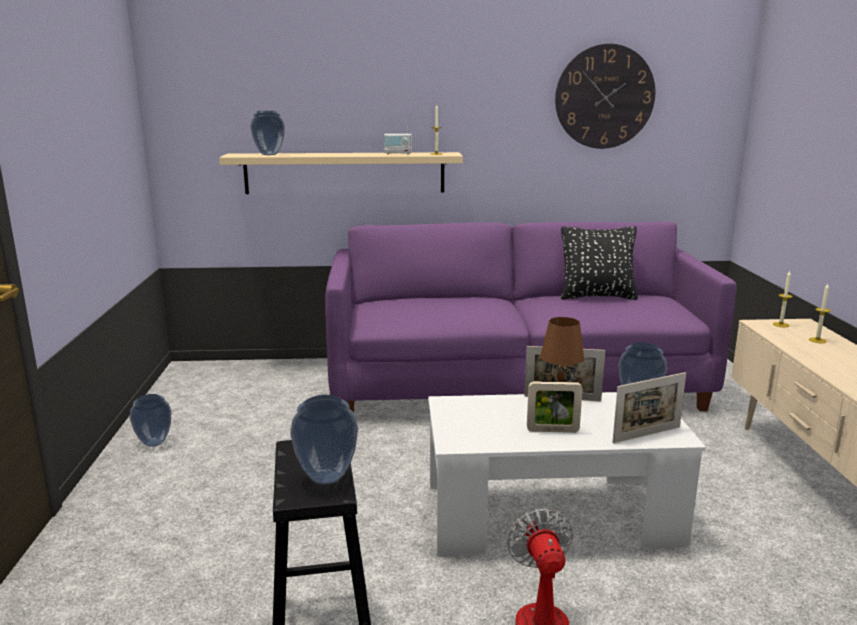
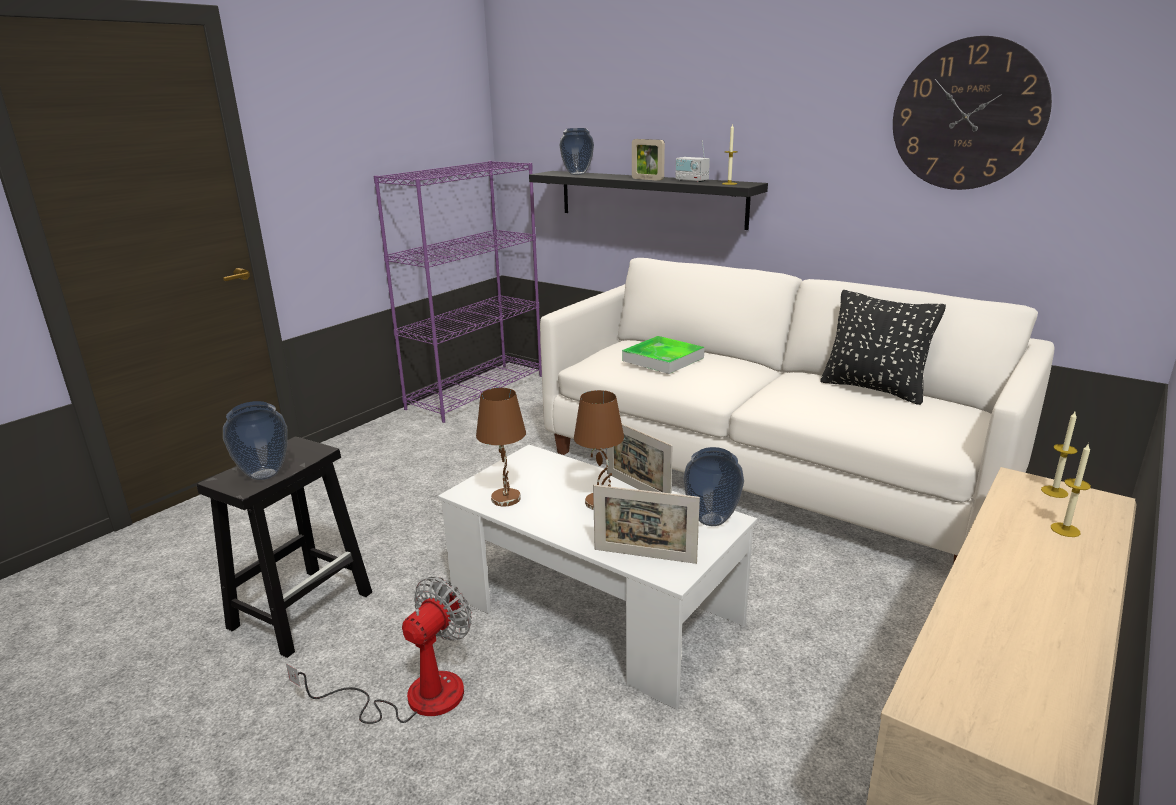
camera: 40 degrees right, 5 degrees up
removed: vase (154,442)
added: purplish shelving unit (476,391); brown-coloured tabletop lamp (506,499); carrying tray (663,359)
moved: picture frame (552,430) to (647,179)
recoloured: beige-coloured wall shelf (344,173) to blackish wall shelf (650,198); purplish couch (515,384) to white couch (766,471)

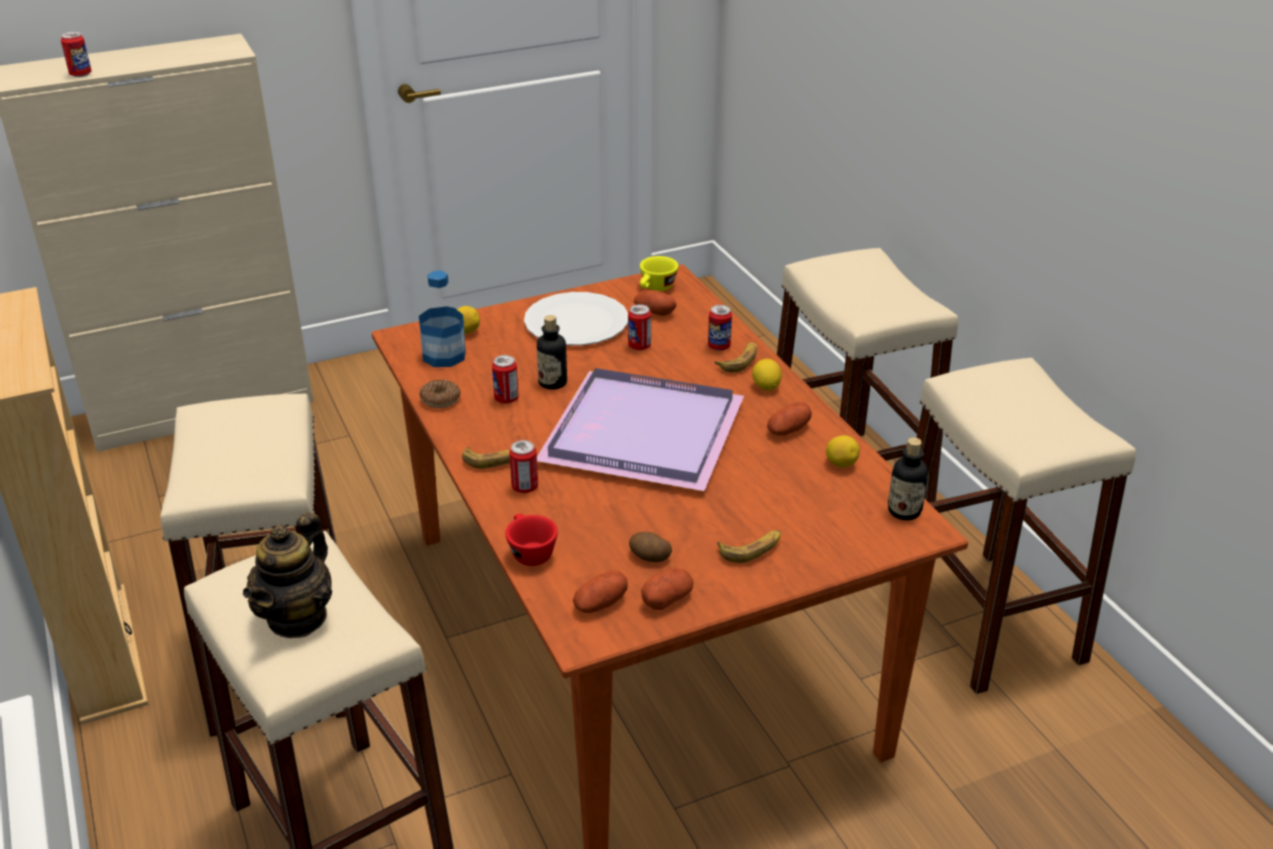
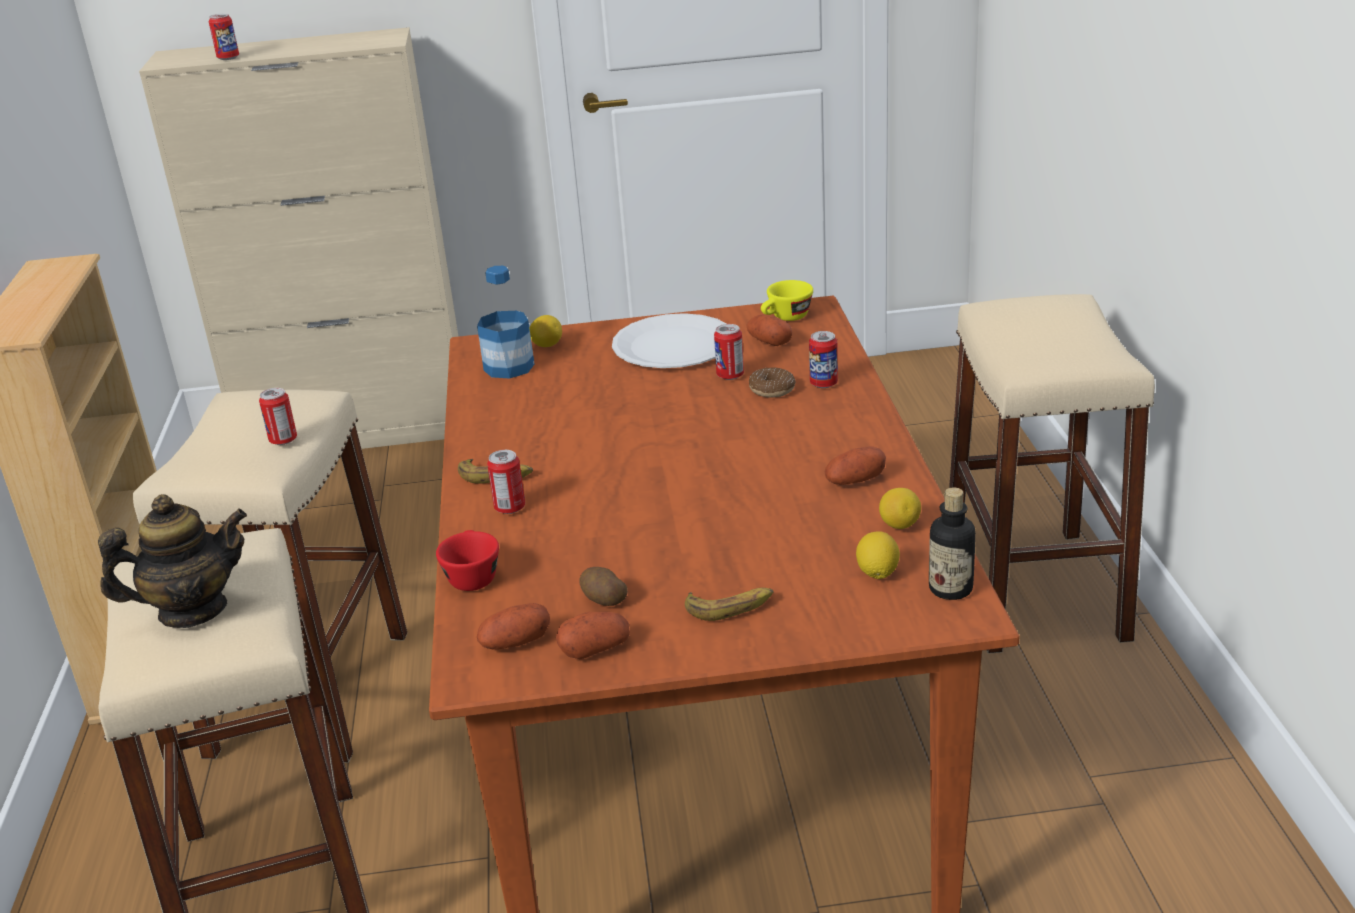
camera: 20 degrees right, 5 degrees down
removed: bottle (552,382); purplish carrying tray (640,431); banana fruit (739,361); beige-coloured stool seat (984,620)
moved: doughnut (440,399) to (772,389); metal can (506,399) to (283,440); citrus fruit (766,387) to (877,573)
turned: pot for tea (297,617) = (192,610) 150 degrees counterclockwise

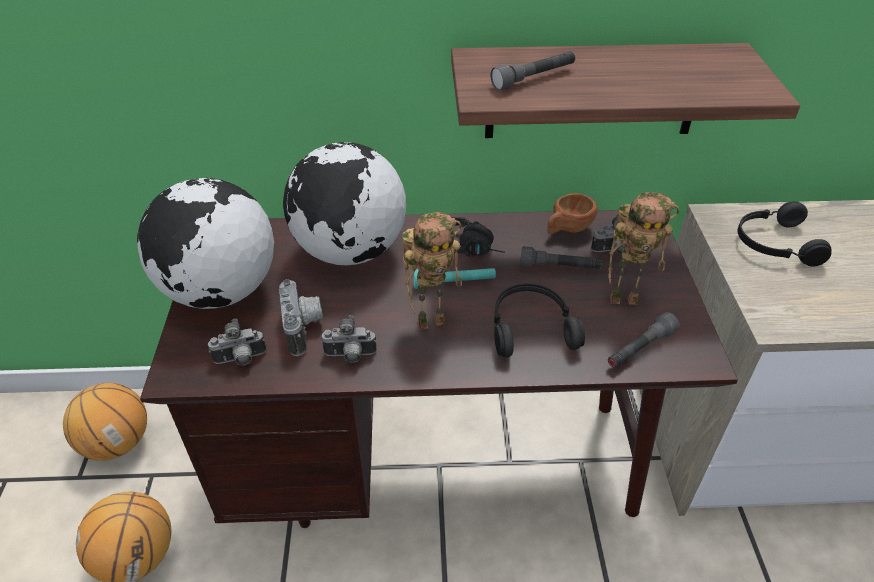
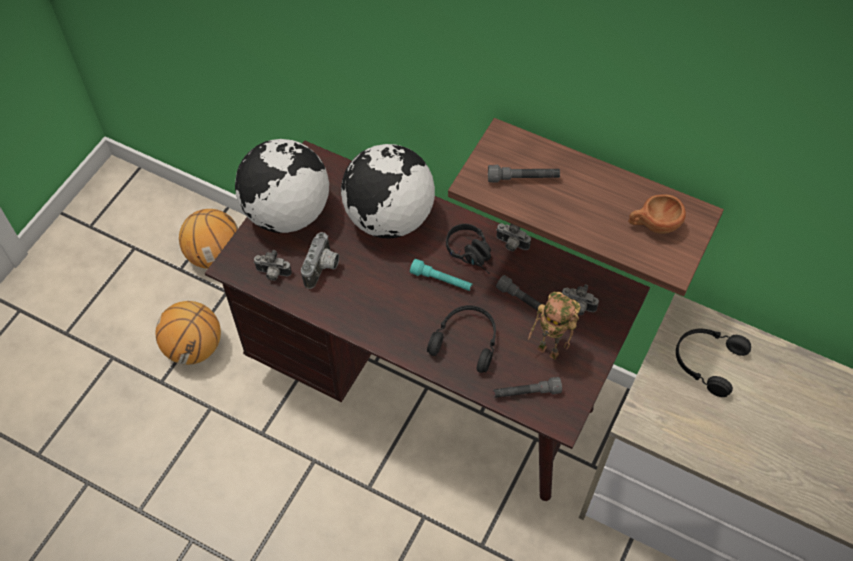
camera: 30 degrees right, 15 degrees up
removed: toy robot (432,320)
moved: photo camera (350,356) to (511,245); brown-coloured drinking cup (567,229) to (653,225)

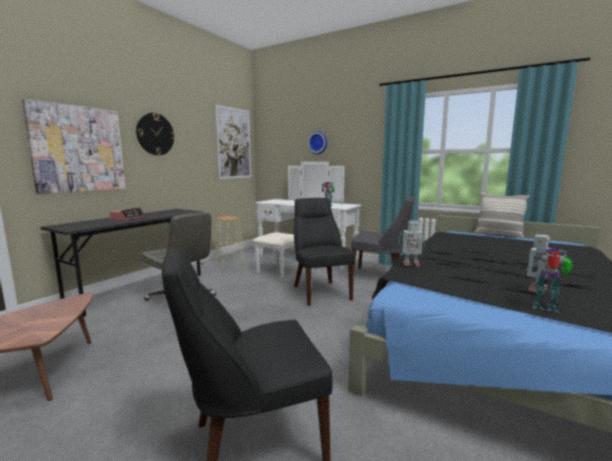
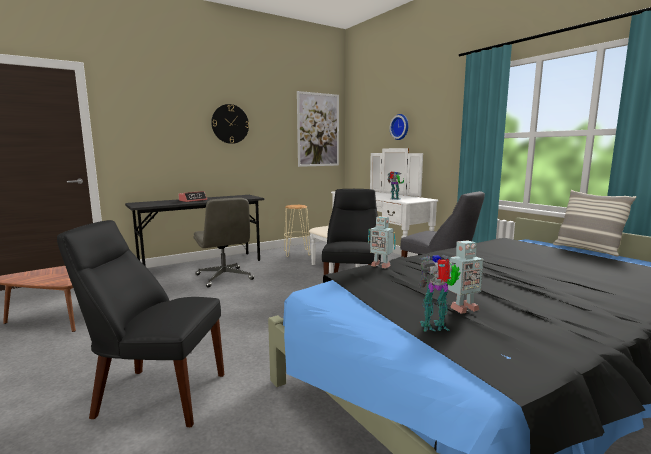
camera: 25 degrees right, 0 degrees up
removed: wall art (78,149)
turned: toy robot (546,308) = (435,327) 60 degrees counterclockwise

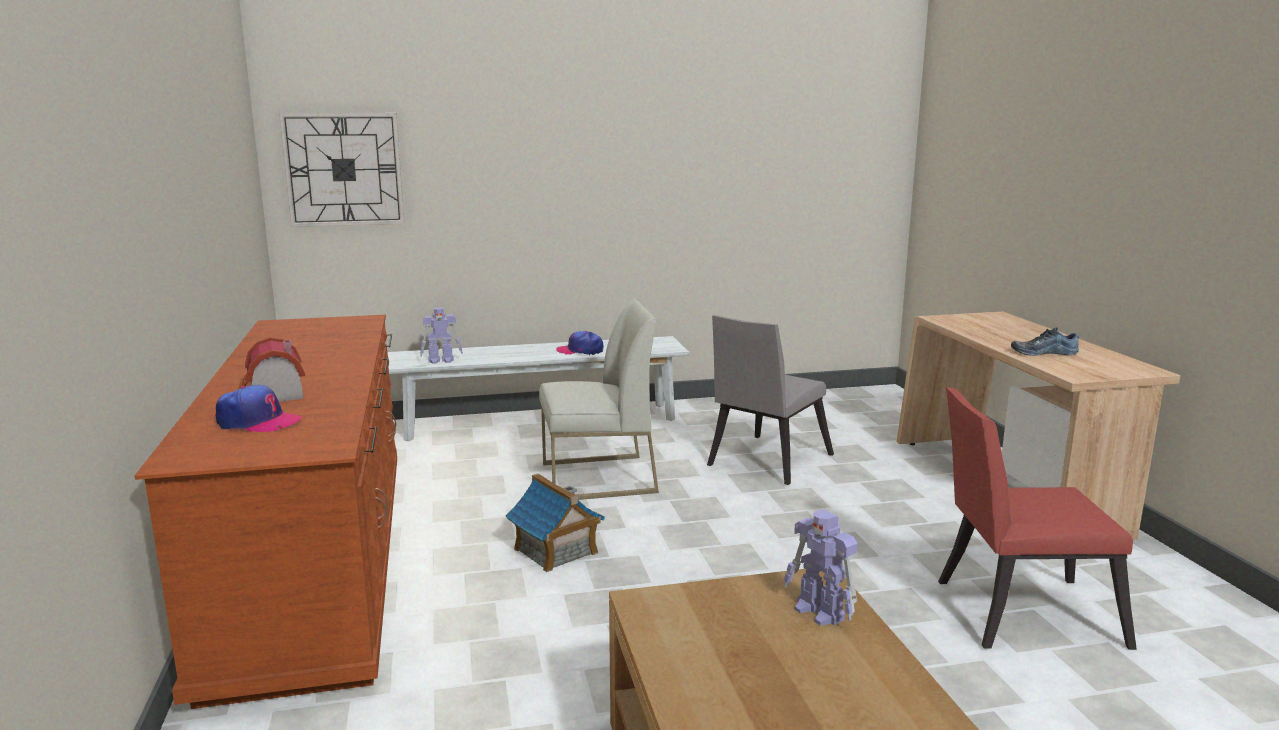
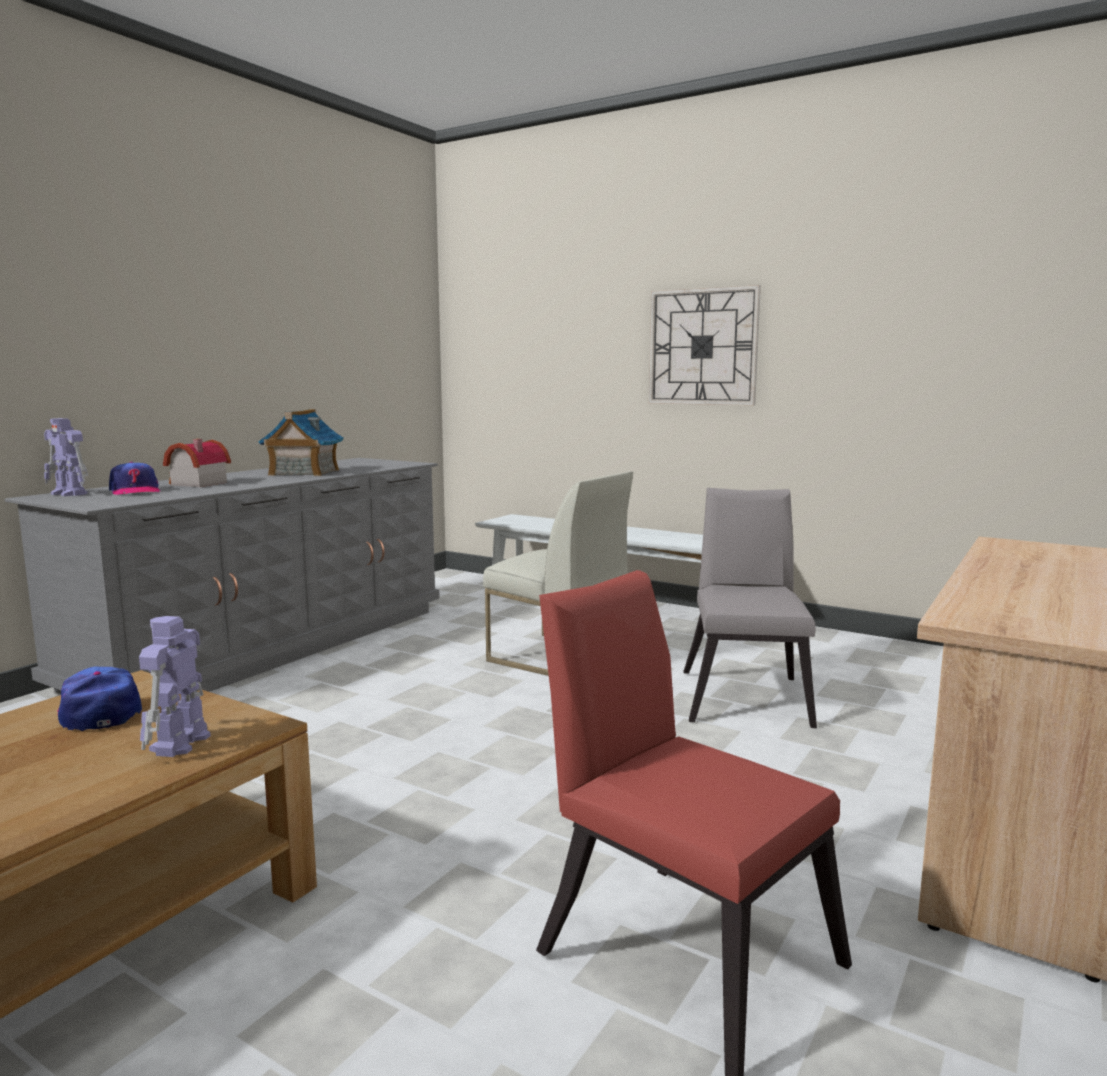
camera: 45 degrees right, 5 degrees down
removed: low shoe (1043,352)
moved: hanging clock (343,169) to (703,347); toy robot (442,360) to (69,494); toy house (556,551) to (303,472); peaked cap (580,351) to (99,711)
recoloured: brown-coloured chest of drawers (317,565) to grey chest of drawers (268,646)
turned: grey plain chair (765,462) = (746,694) 105 degrees clockwise

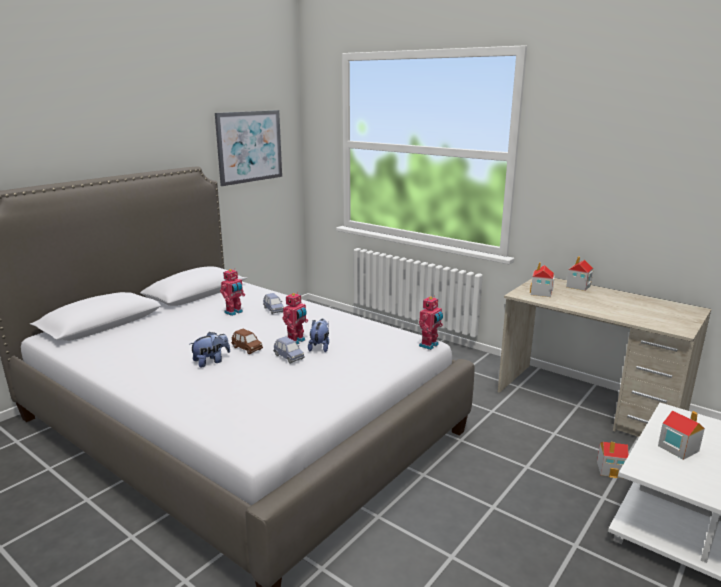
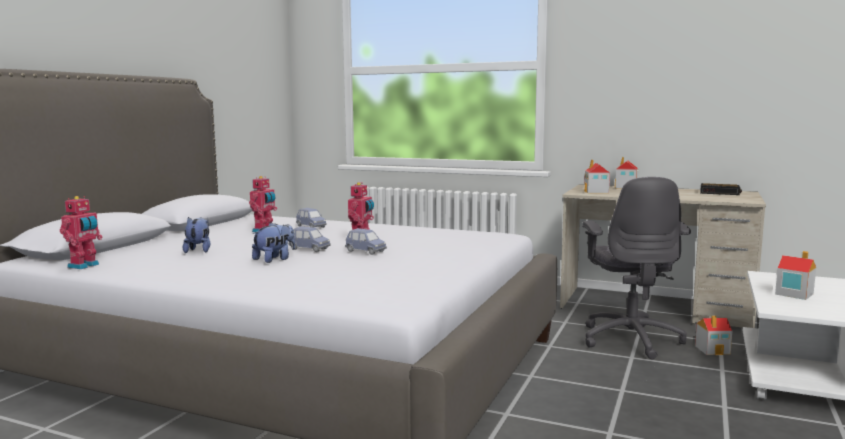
camera: 15 degrees left, 10 degrees down
removed: wall art (249,146)
added: grey desk chair (630,339); bedside clock (720,193)
moved: cuddly toy (320,347) to (199,250); toy robot (430,345) to (84,266)
recoloured: brown-coloured miniature car (247,348) to blue miniature car (309,249)

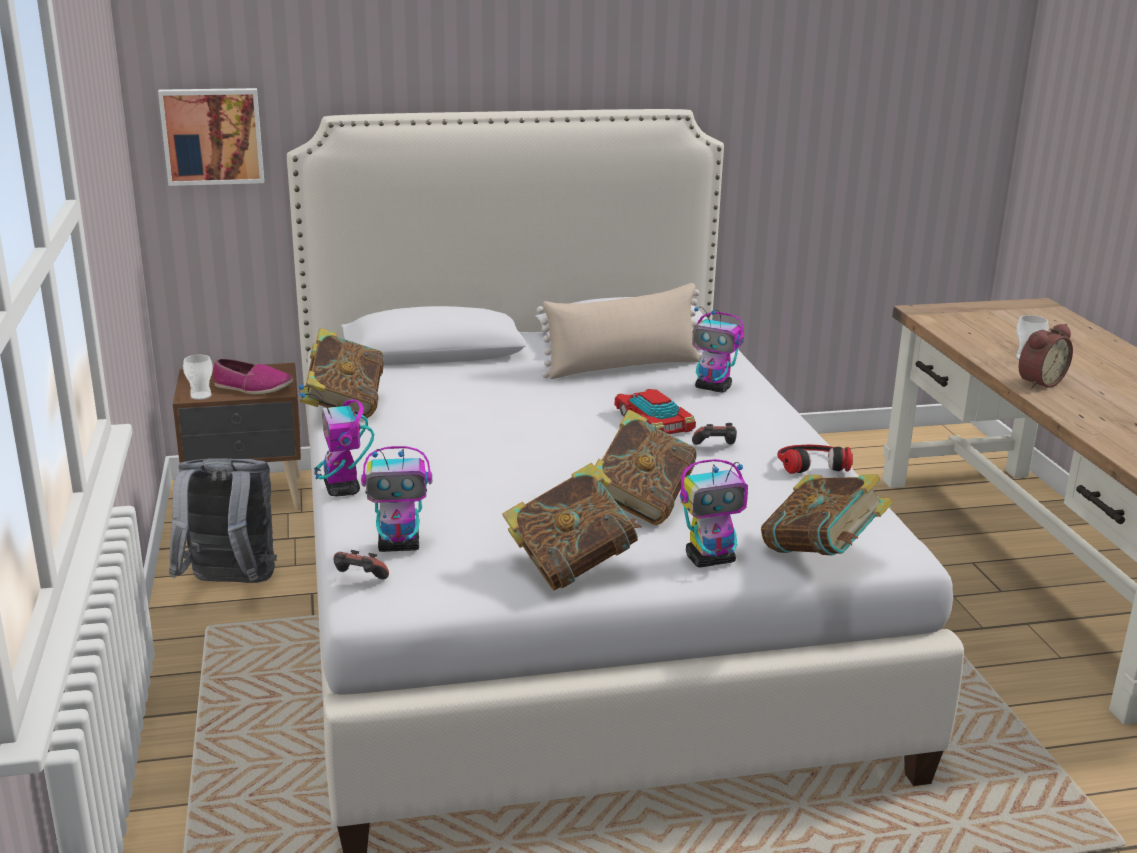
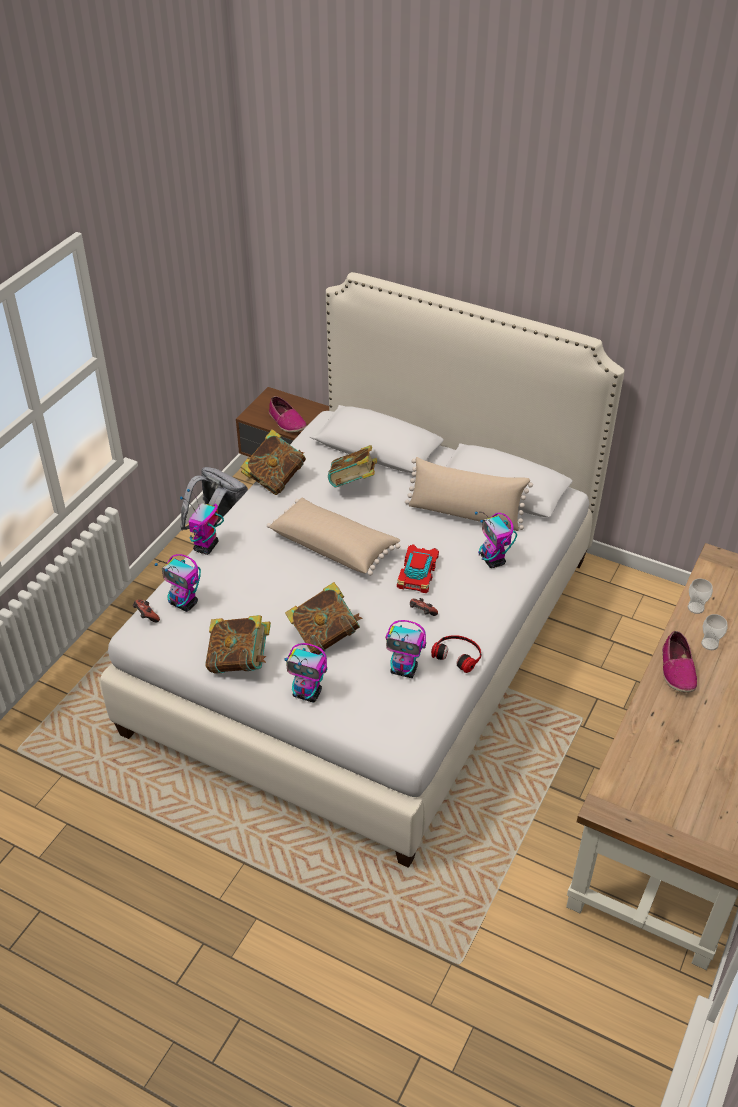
camera: 40 degrees right, 20 degrees up
removed: wall art (212,136)
added: beige-coloured throw pillow (334,546); toy robot (404,670)
moved: drinking cup (201,396) to (695,608); bound book (821,555) to (353,484)
replaced: bedside clock (1038,382) to low shoe (677,669)

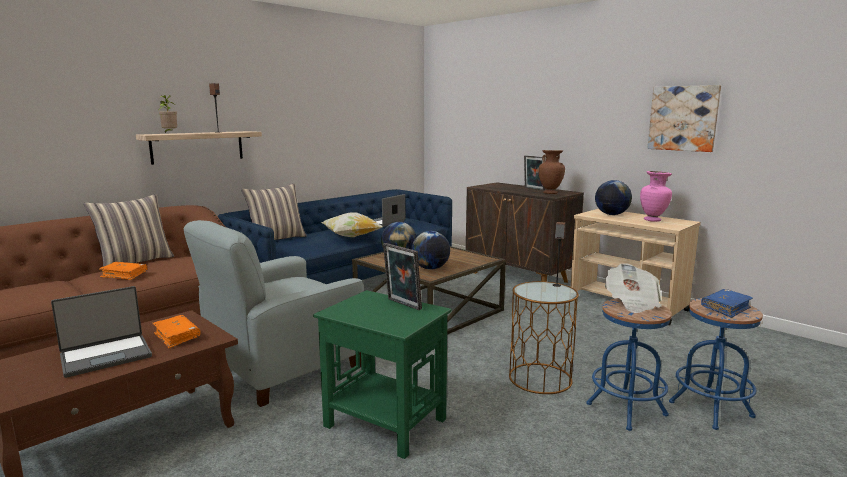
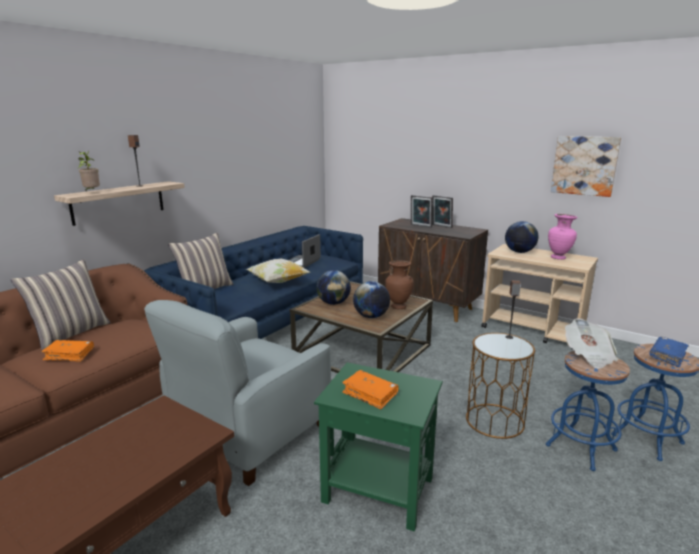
camera: 10 degrees left, 5 degrees up
removed: laptop (106,356)
moved: orange-coloured bound book (177,337) to (370,394); picture frame (402,304) to (420,226); brown-coloured vase (550,193) to (398,307)

